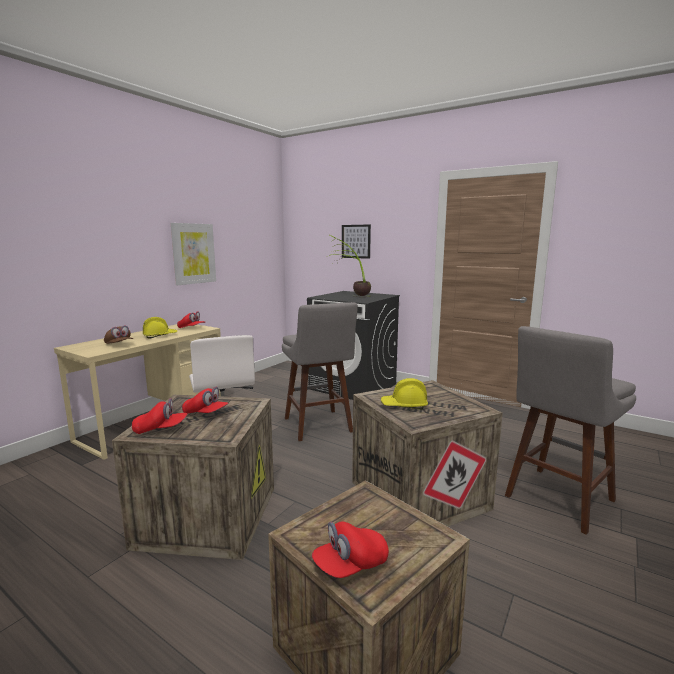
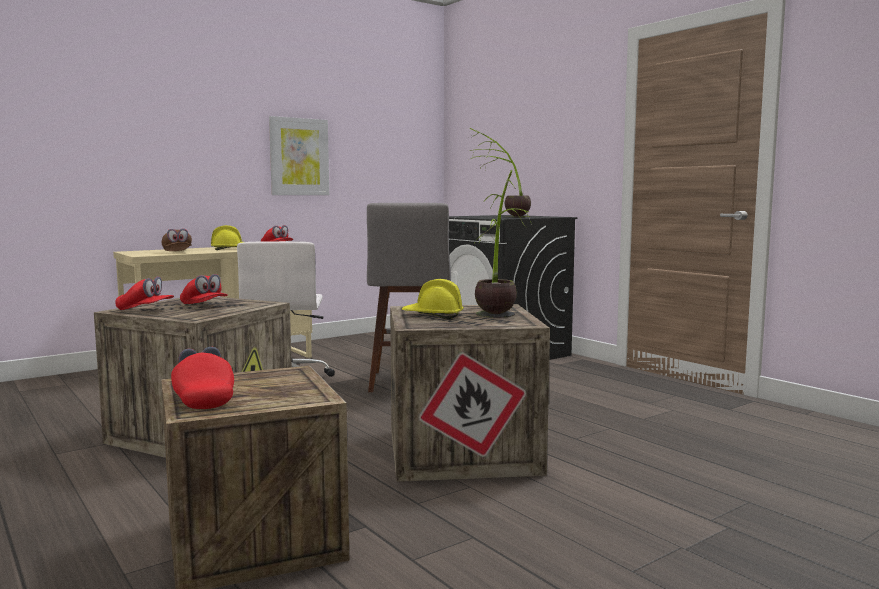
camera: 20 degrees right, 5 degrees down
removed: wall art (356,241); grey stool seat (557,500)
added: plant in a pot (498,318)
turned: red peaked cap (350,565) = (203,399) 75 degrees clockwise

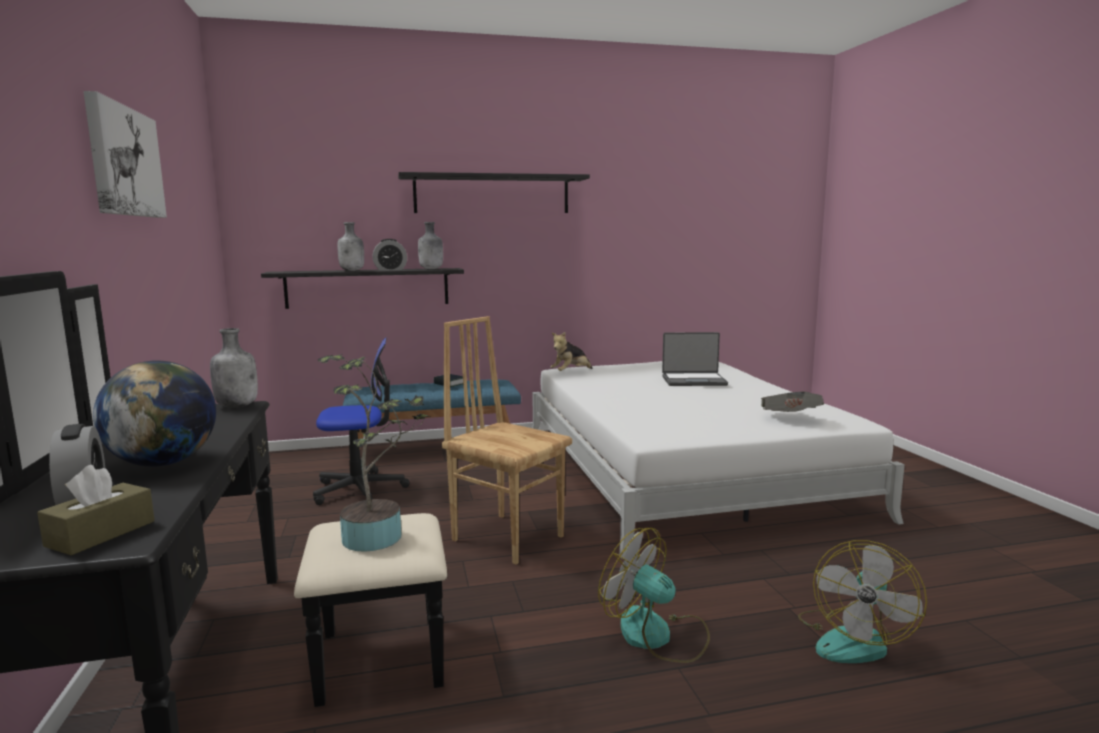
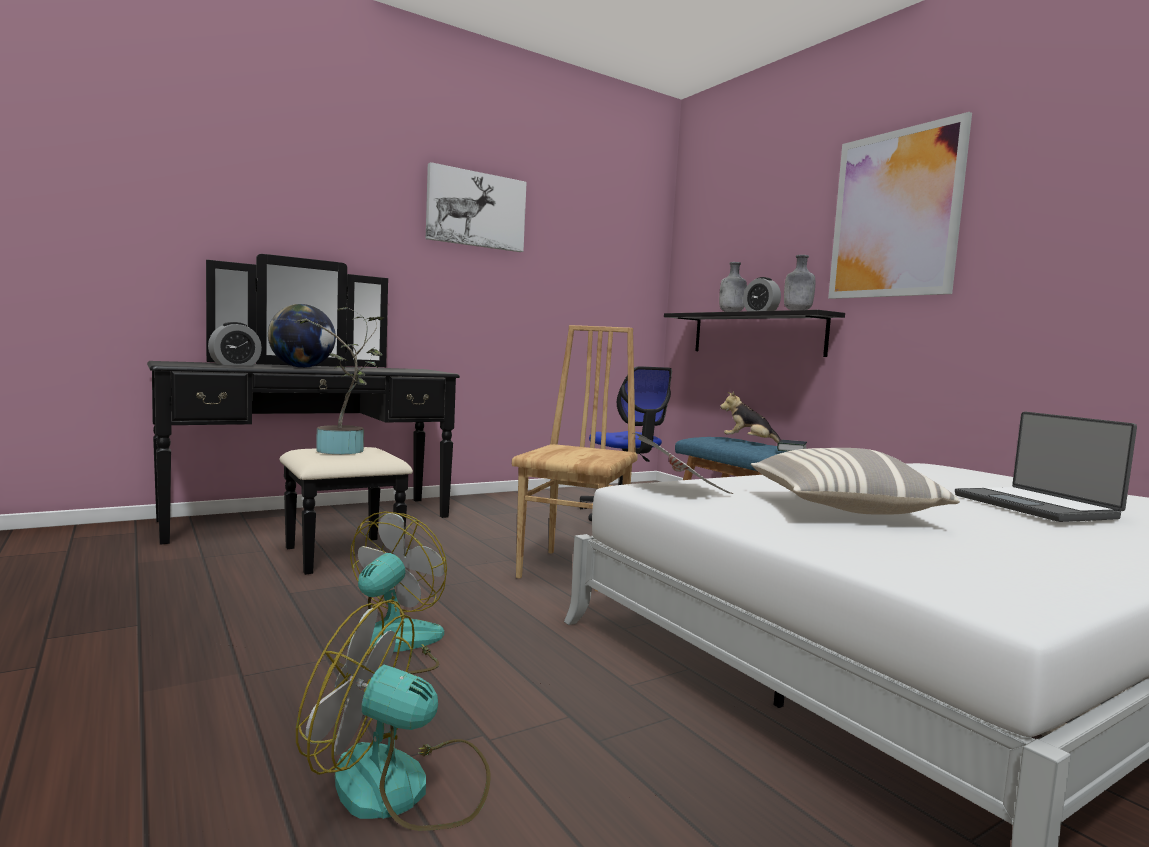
camera: 70 degrees right, 5 degrees down
removed: brown-coloured tissue holder (101,533); grey bottle (237,406)
added: throw pillow (840,509)
moved: cuddly toy (571,373) to (750,442); daily paper (790,419) to (681,490)
replaced: blackish wall shelf (492,194) to wall art (895,214)

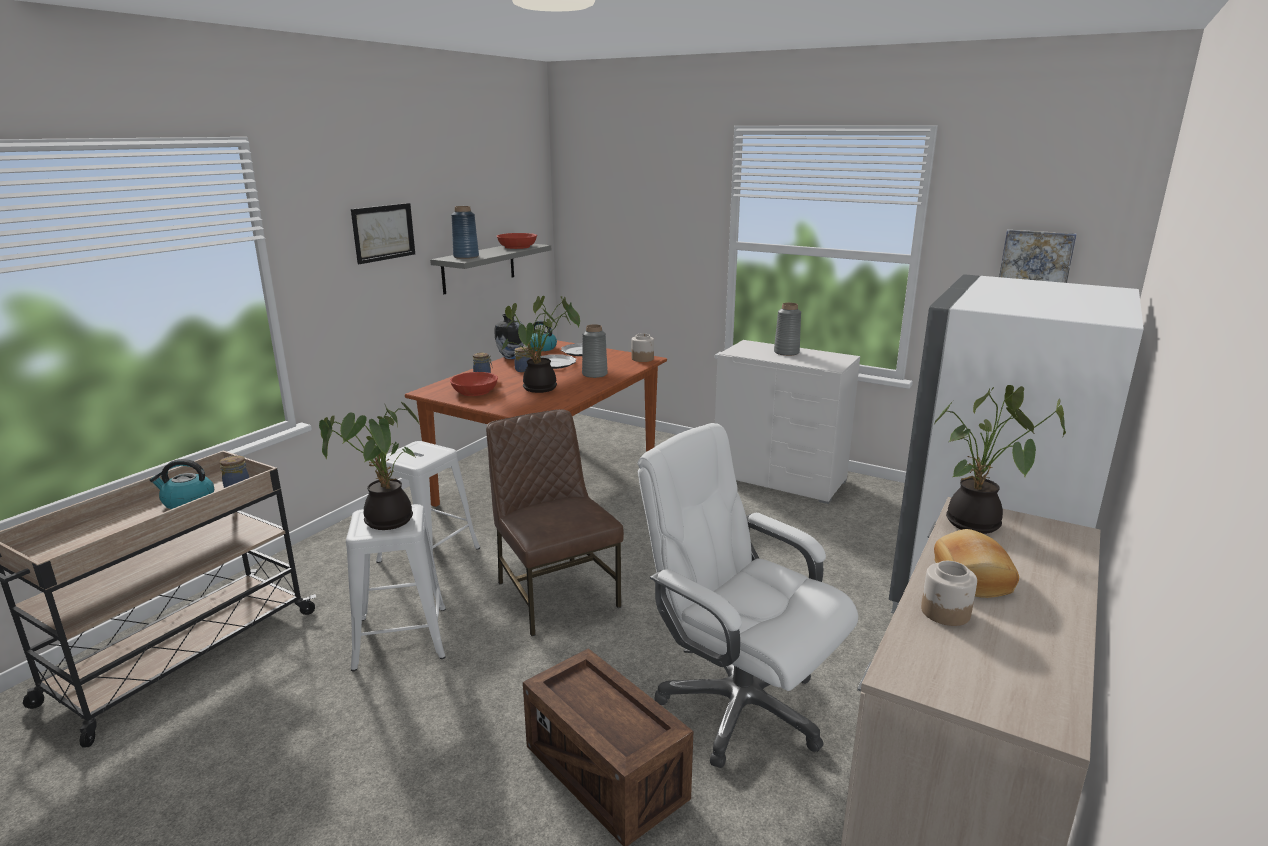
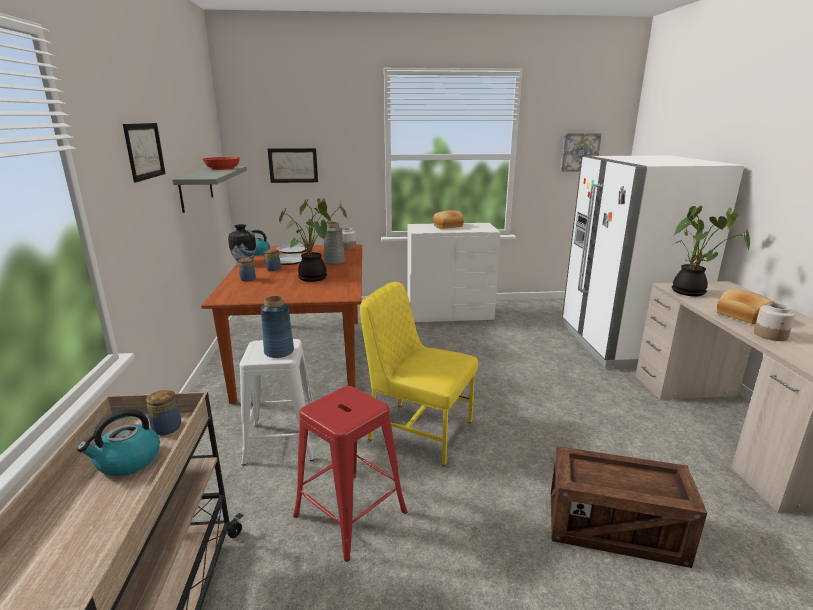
camera: 35 degrees left, 0 degrees up
removed: plant in a pot (384,520); red deep dish (474,391); white desk chair (739,706)
added: wall art (293,165)
moved: blue vase (466,257) to (279,352)
replaced: grey vase (786,352) to bread (448,226)
recoloured: white stool seat (401,637) to red stool seat (350,513); brown-coloured plain chair (555,594) to yellow plain chair (419,430)

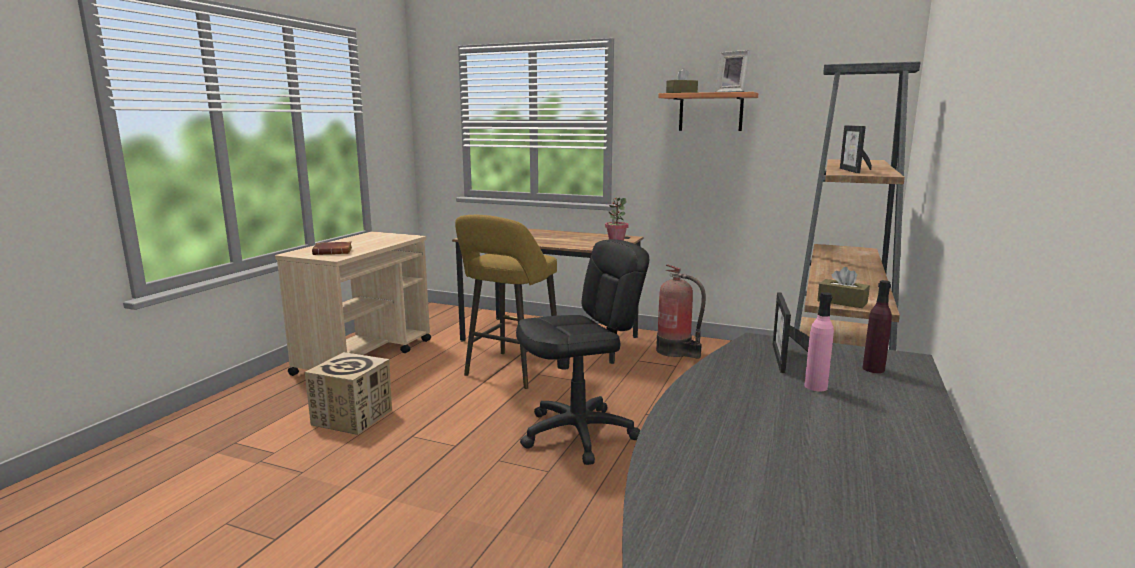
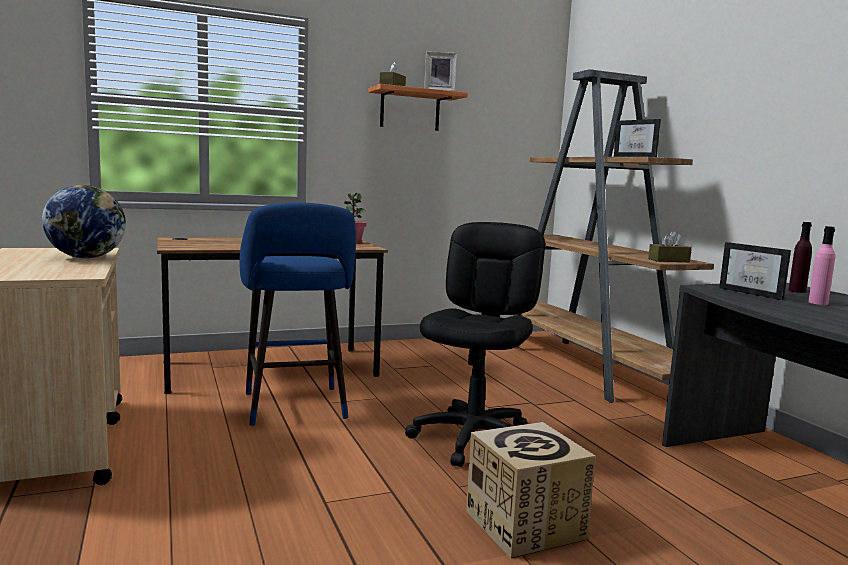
camera: 45 degrees left, 5 degrees down
removed: brown-coloured bound book (334,252); fire extinguisher (676,351)
added: globe (86,257)
moved: cardboard box (353,417) to (524,525)
recoloured: yellow stool seat (510,372) to blue stool seat (295,408)

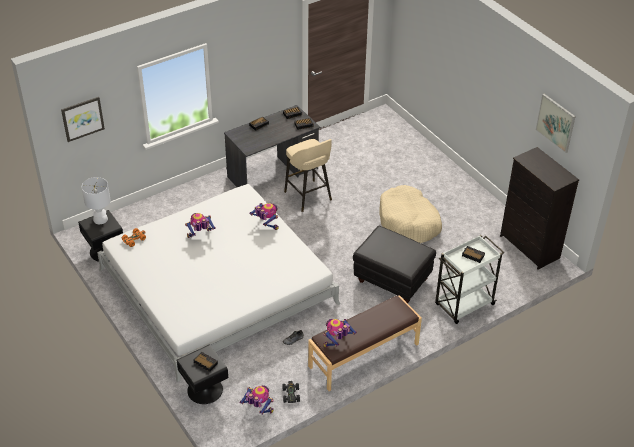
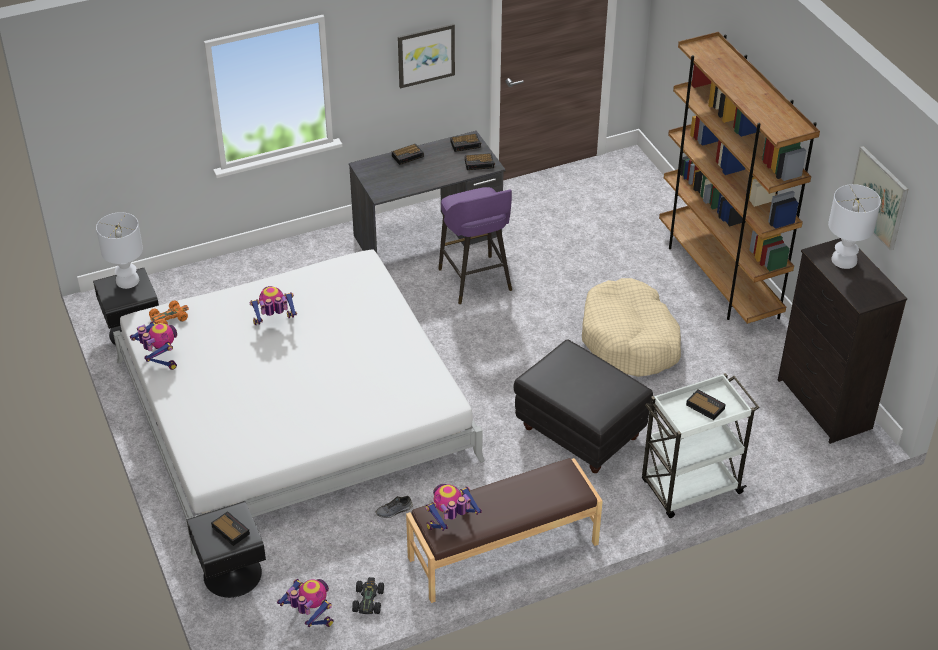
camera: 10 degrees right, 0 degrees up
added: brown-coloured shelving unit (718,277); white tabletop lamp (843,260)
moved: wall art (82,118) to (426,55); toy robot (266,225) to (159,359)
recoloured: beige-coloured stool seat (308,197) to purplish stool seat (475,281)

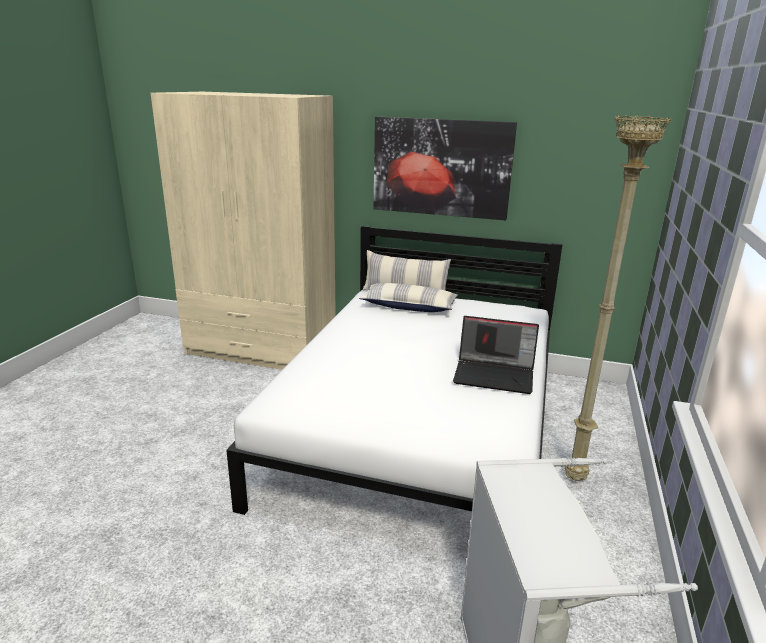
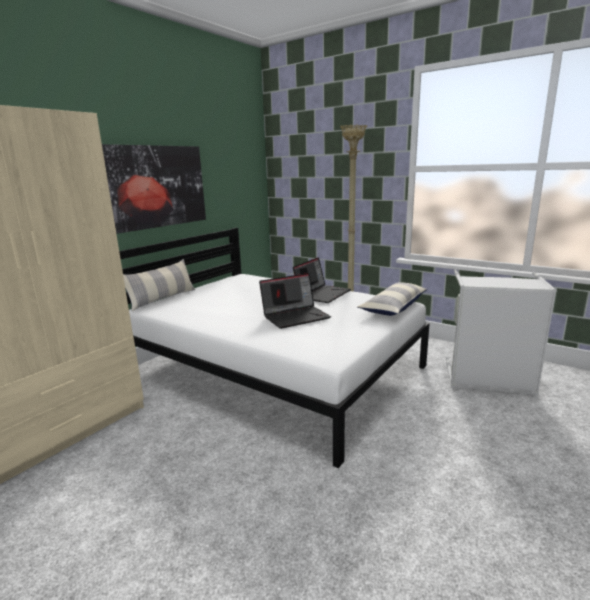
camera: 70 degrees left, 5 degrees down
added: laptop (296,316)
moved: throw pillow (409,306) to (394,307)

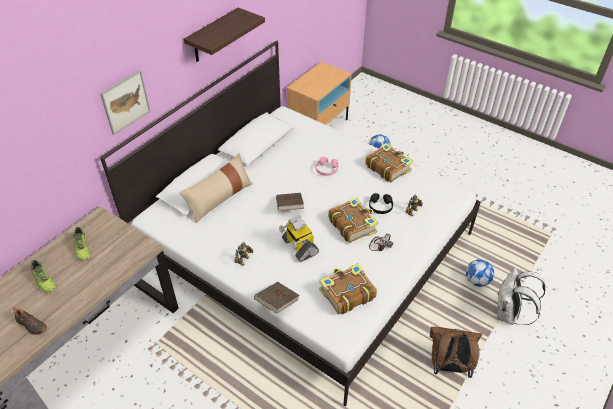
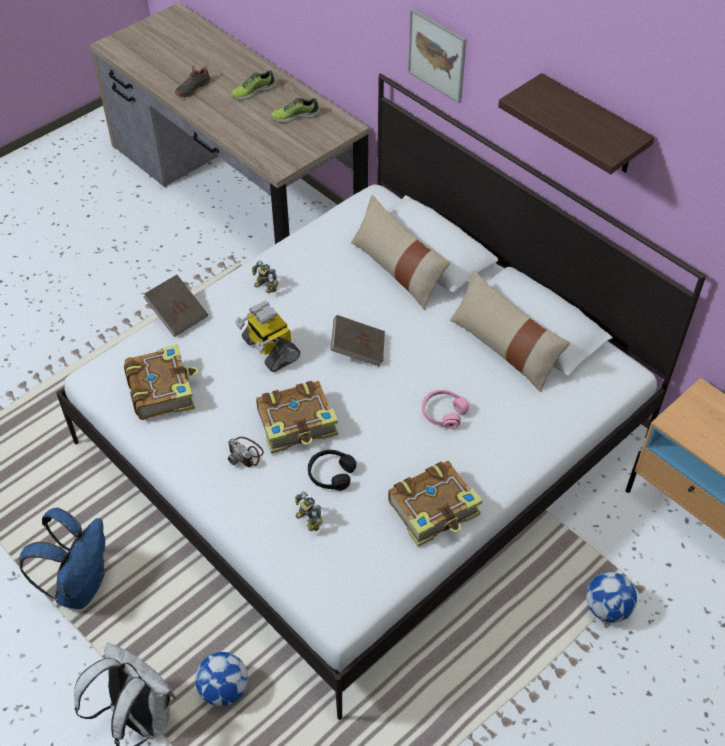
camera: 100 degrees right, 5 degrees up
added: beige-coloured throw pillow (504,348)
recoloured: brown-coloured backpack (448,366) to blue backpack (80,585)
turned: toy robot (299,246) = (269,349) 105 degrees counterclockwise

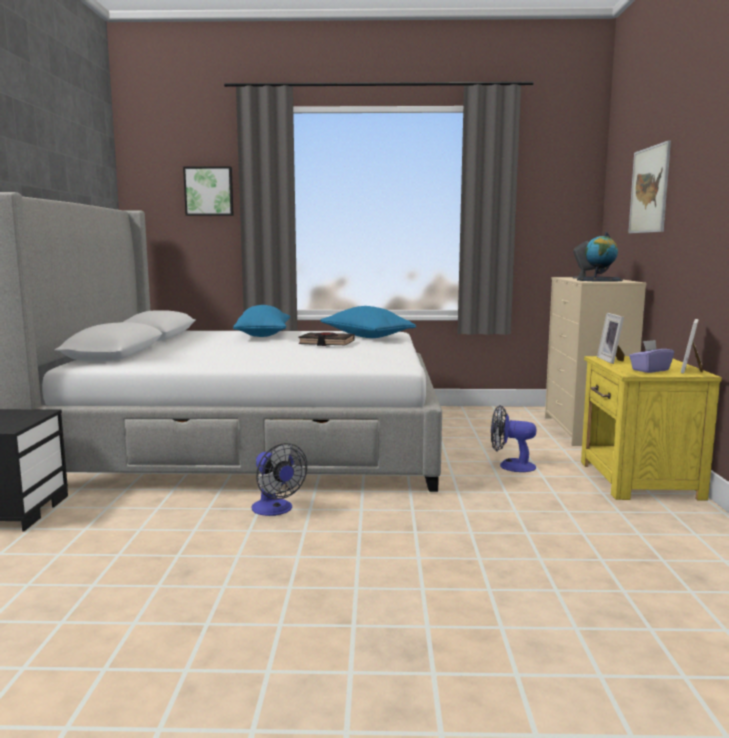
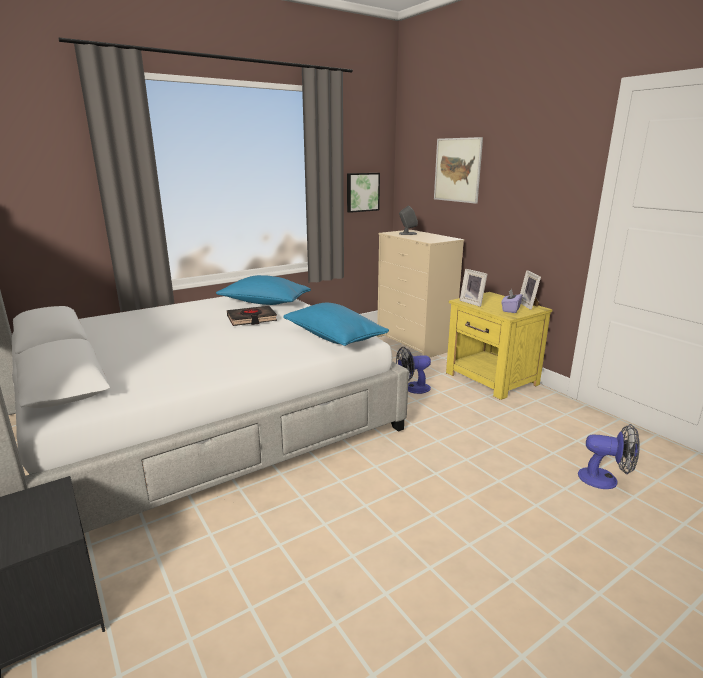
camera: 35 degrees left, 10 degrees up
removed: globe (599,280)
moved: wall art (209,191) to (362,192); blue throw pillow (264,335) to (334,338); electric fan (275,510) to (605,479)

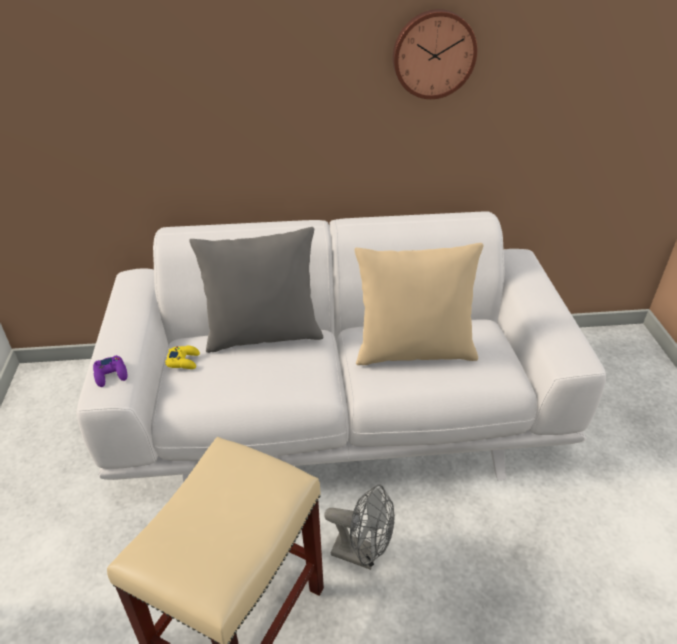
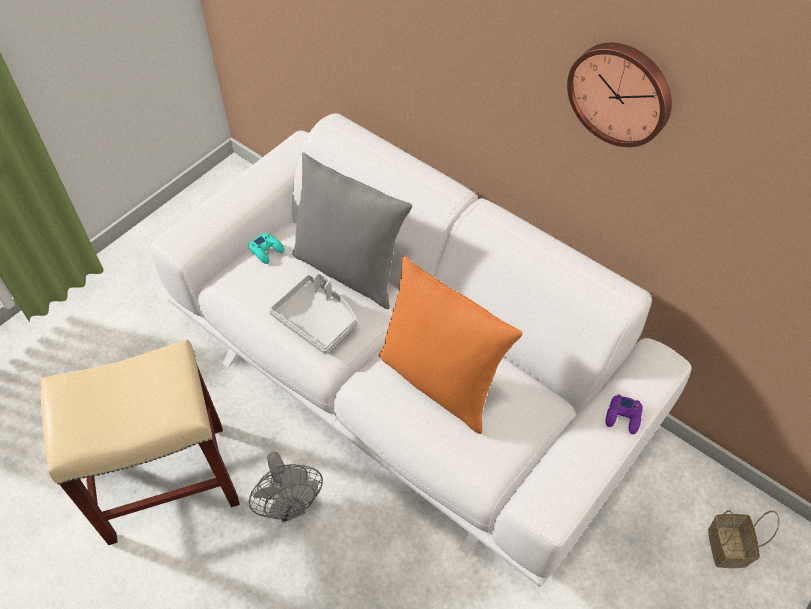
camera: 45 degrees right, 15 degrees up
added: grey carrying tray (317,320); basket (728,549)
moved: purplish gamepad (111,374) to (623,417)
recoloured: yellow gamepad (183,361) to turquoise-coloured gamepad (267,250); beige-coloured throw pillow (414,351) to orange-coloured throw pillow (440,381)

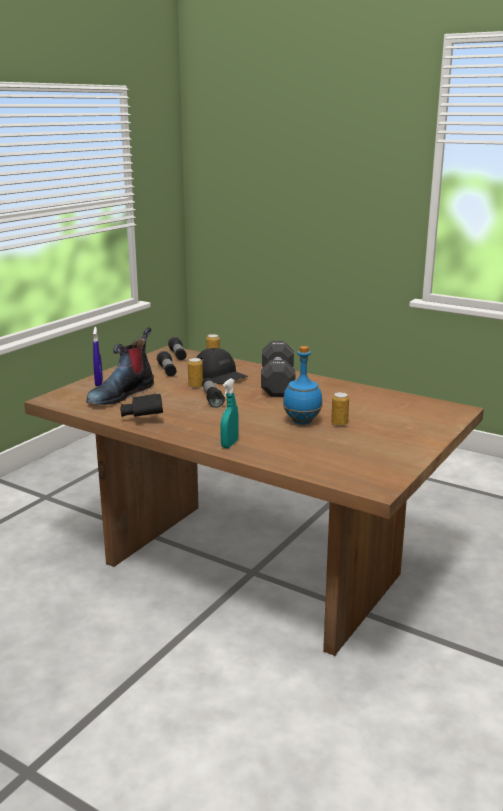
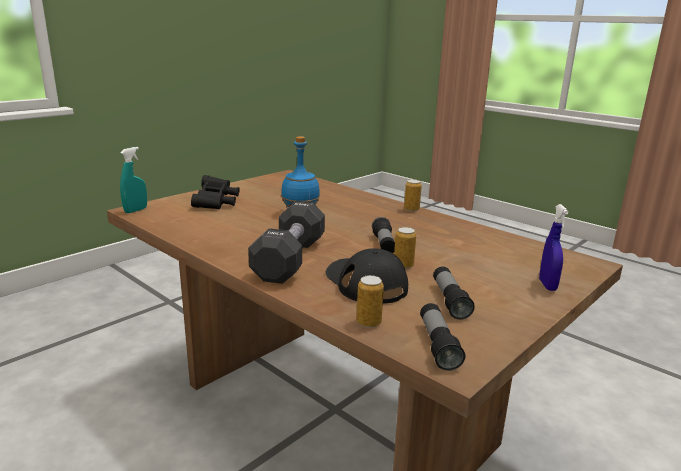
camera: 170 degrees left, 0 degrees up
removed: tall boot (121,394)
moved: blackish binoculars (143,416) to (216,203); turquoise-coloured spray bottle (229,444) to (136,210); metal can (339,424) to (411,209)

